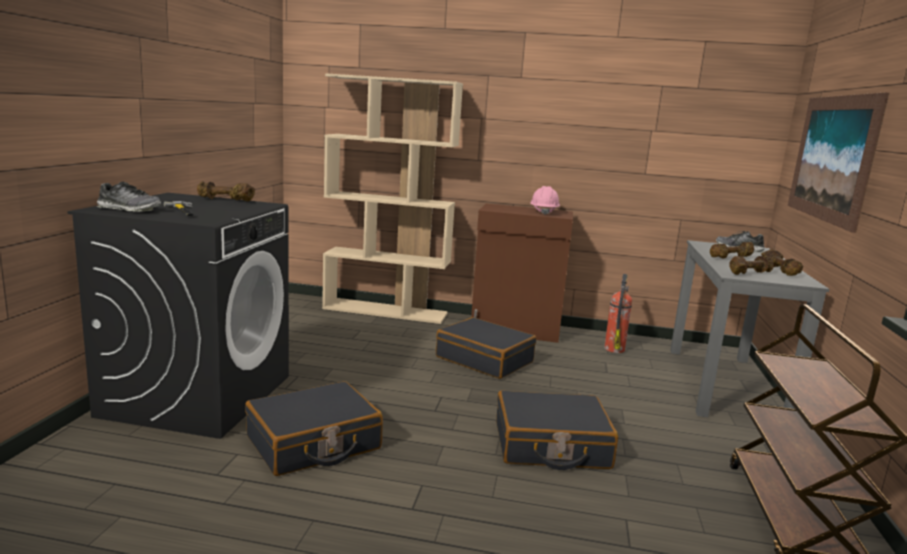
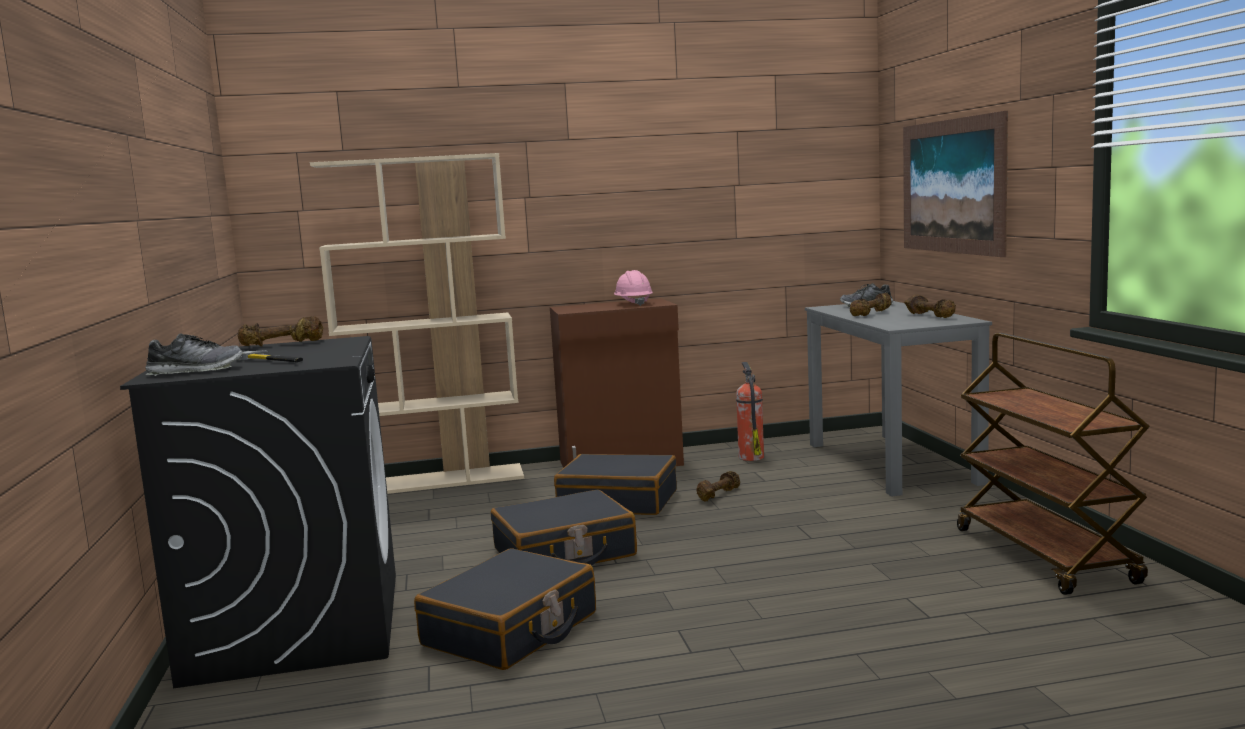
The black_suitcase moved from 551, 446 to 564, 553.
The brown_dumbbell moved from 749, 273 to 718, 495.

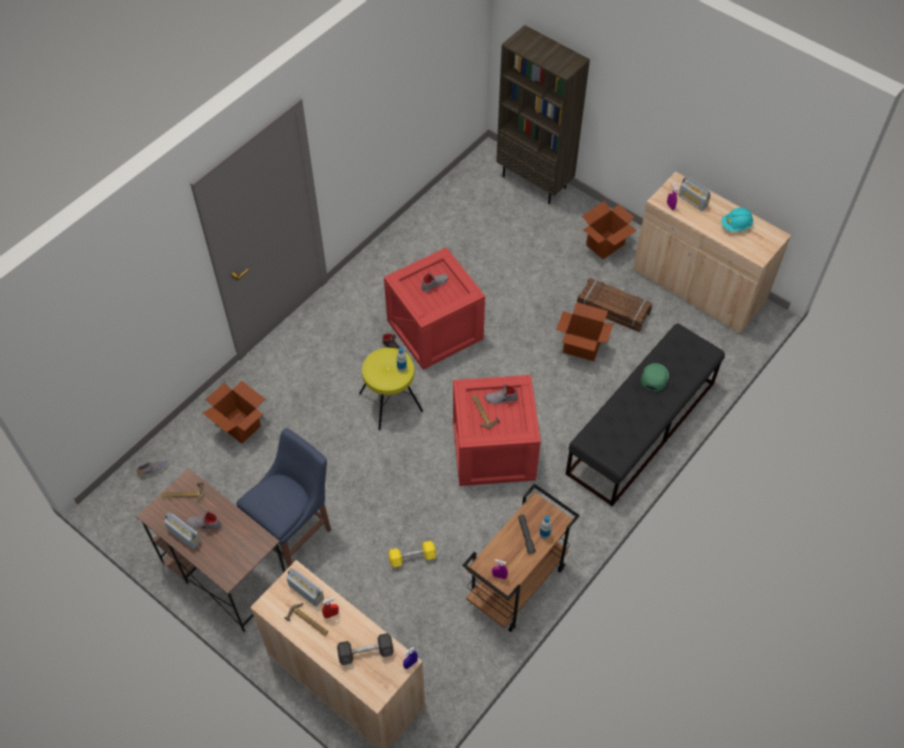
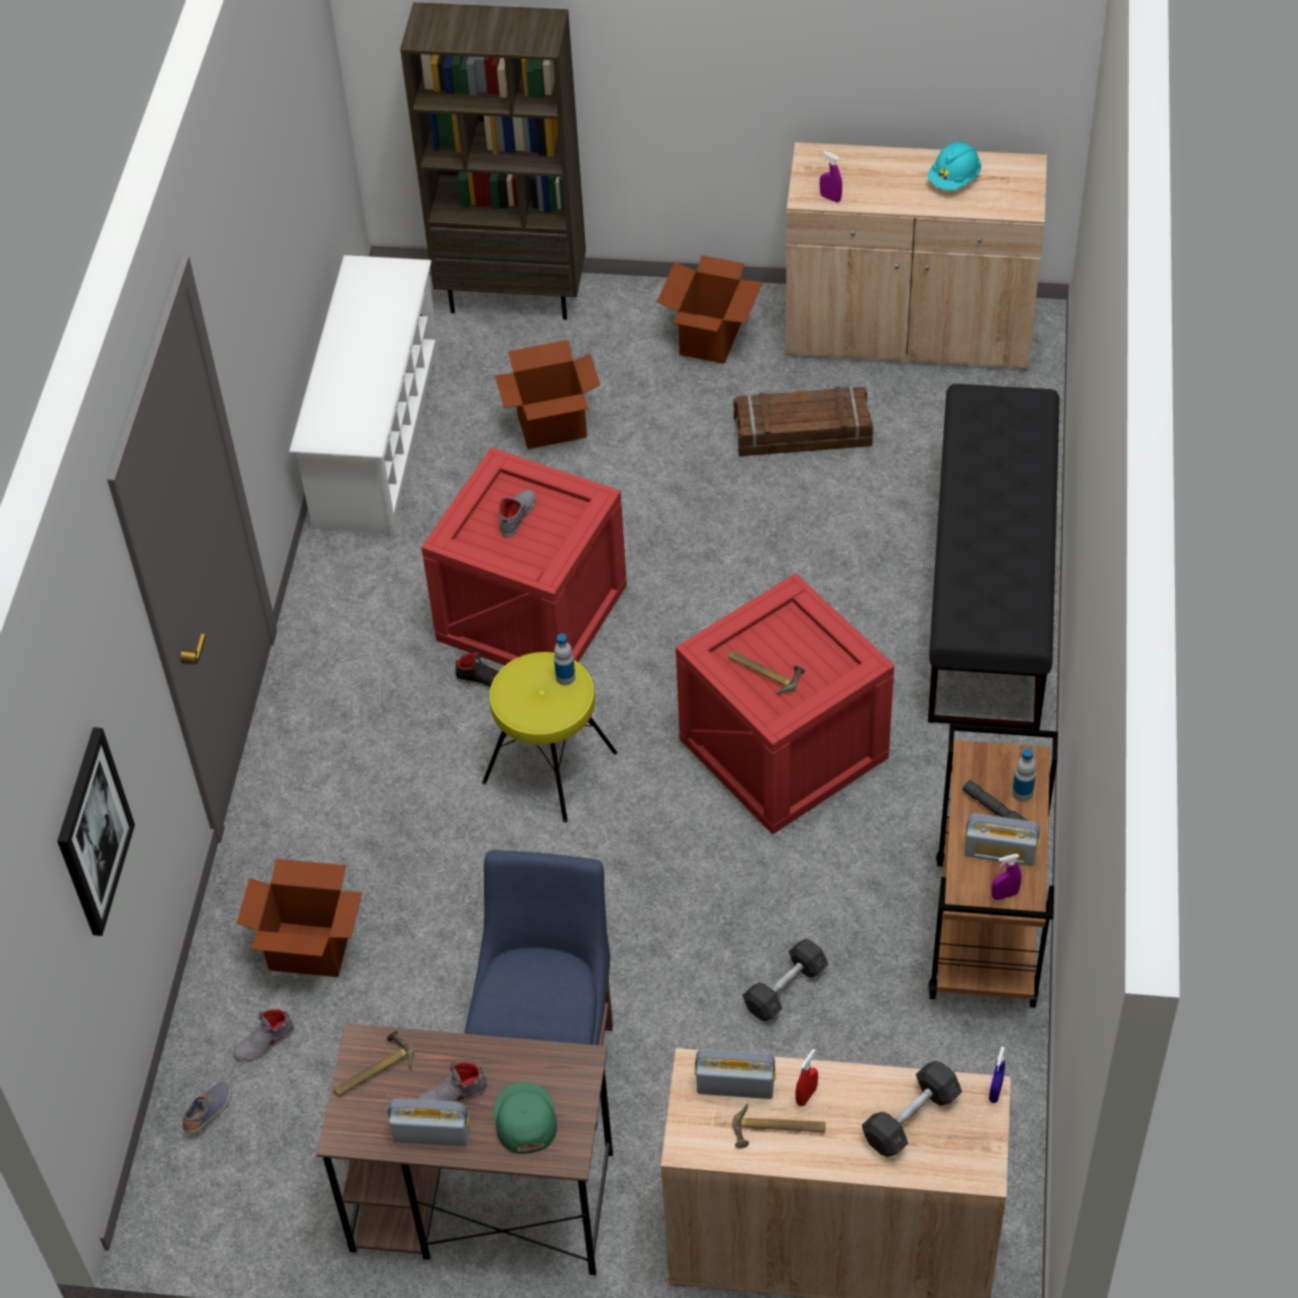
The picture at 92, 832 appeared.
The grey_shoe moved from 501, 399 to 265, 1043.
The white_shoe_rack at 376, 438 appeared.
The green_cap moved from 654, 377 to 524, 1119.
The cardboard_box moved from 581, 347 to 551, 426.
The yellow_dumbbell at 412, 557 became the grey_dumbbell at 785, 988.
The radio moved from 693, 201 to 1000, 852.

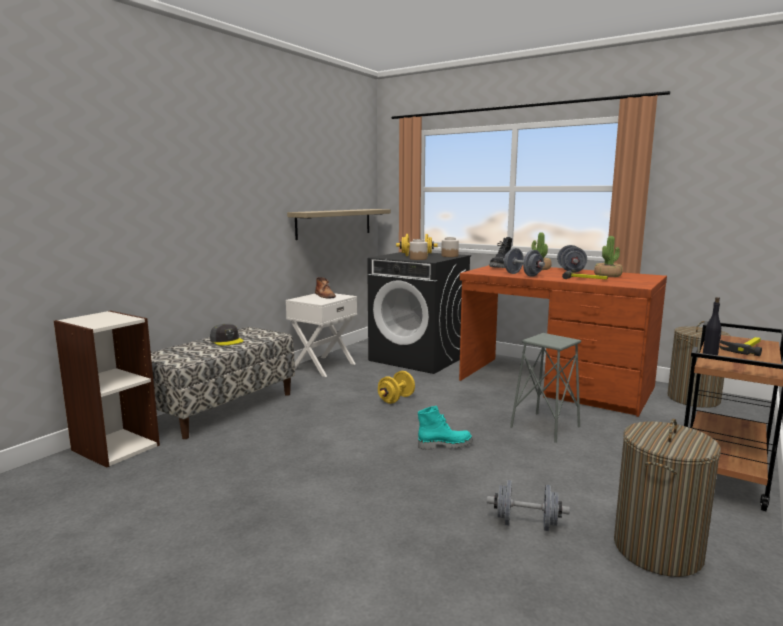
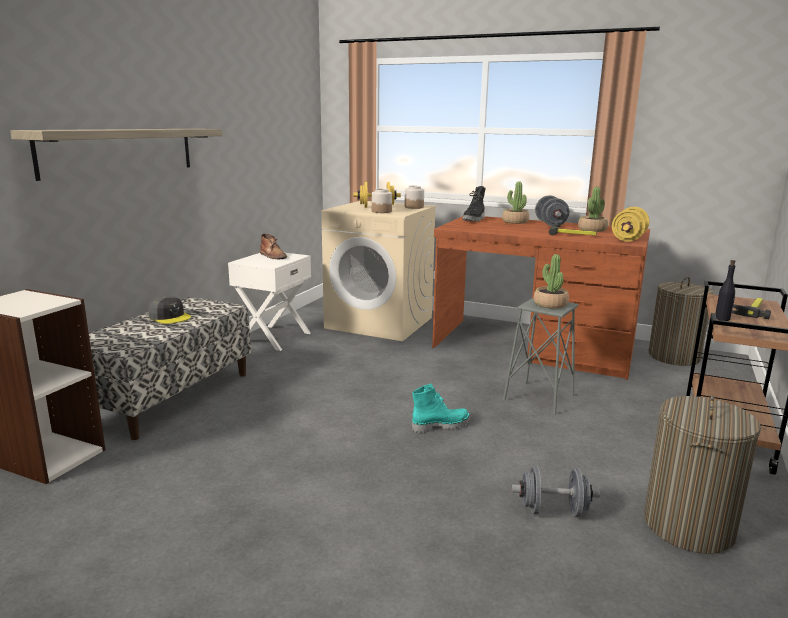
The shelf moved from 334, 223 to 120, 151.
The black_washing_machine at 419, 358 became the beige_washing_machine at 380, 323.
The potted_plant at 550, 304 appeared.
The yellow_dumbbell moved from 396, 399 to 628, 239.
The grey_dumbbell at 522, 275 disappeared.

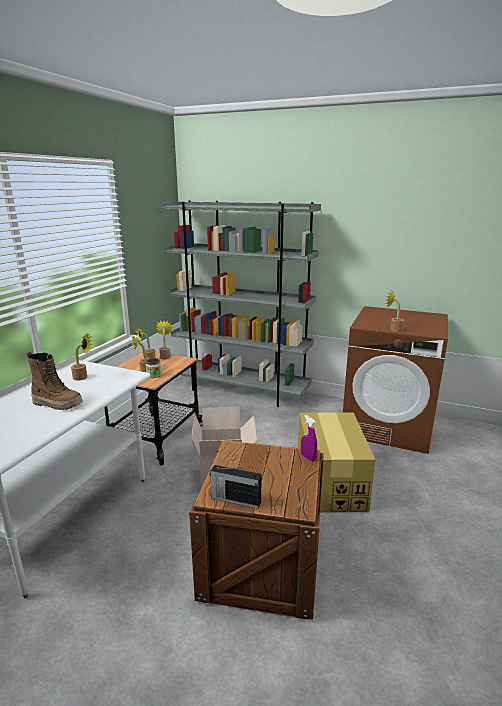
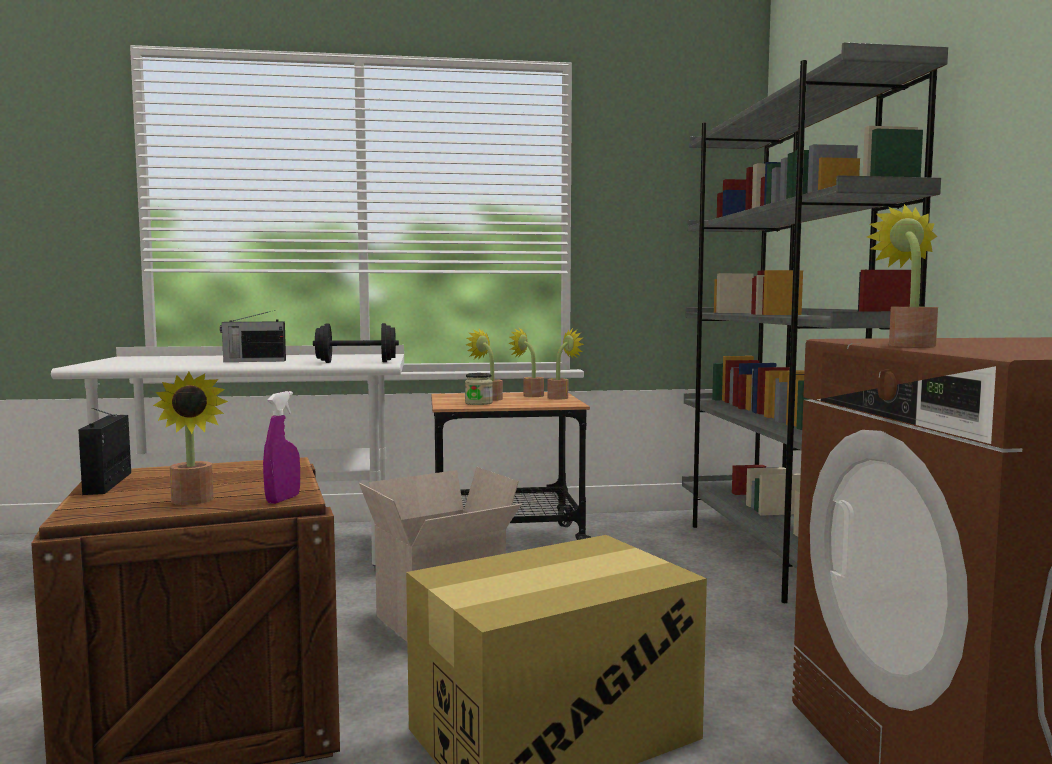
The potted_plant moved from 83, 377 to 193, 502.
The boot at 58, 404 was replaced by the radio at 253, 361.
The black_dumbbell at 356, 362 appeared.

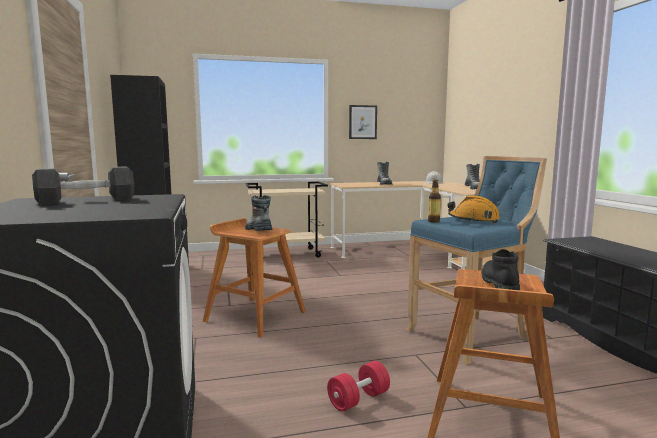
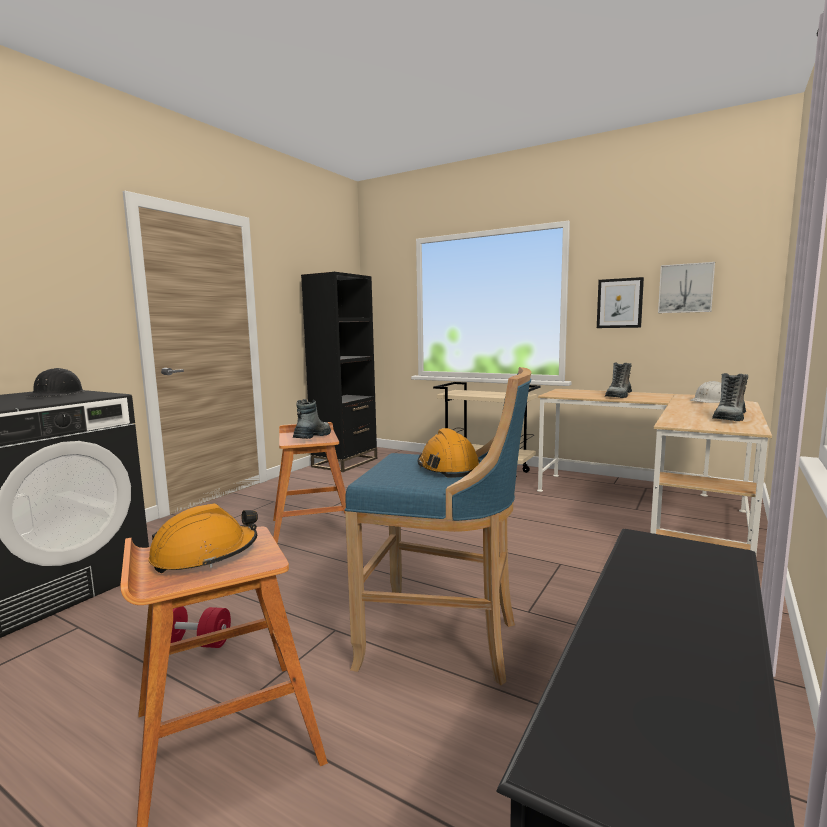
The black_dumbbell at 86, 200 was replaced by the black_hard_hat at 57, 394.
The black_boot at 498, 283 was replaced by the orange_hard_hat at 205, 555.
The picture at 686, 288 appeared.
The bottle at 433, 221 disappeared.

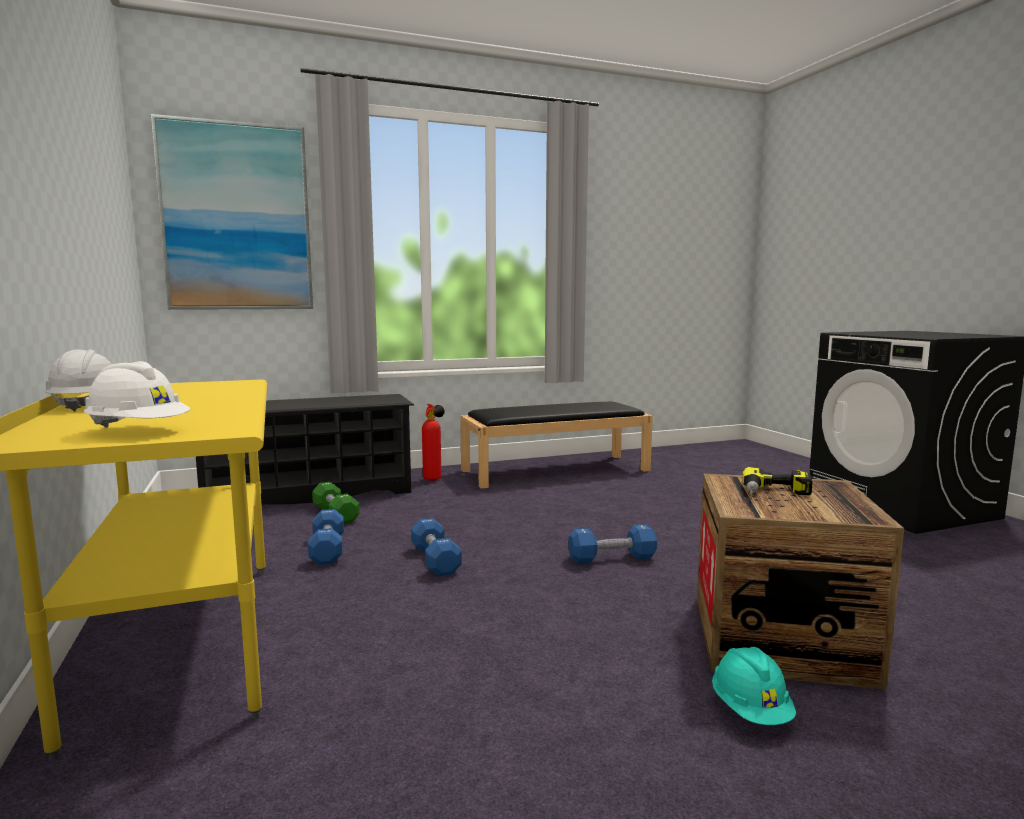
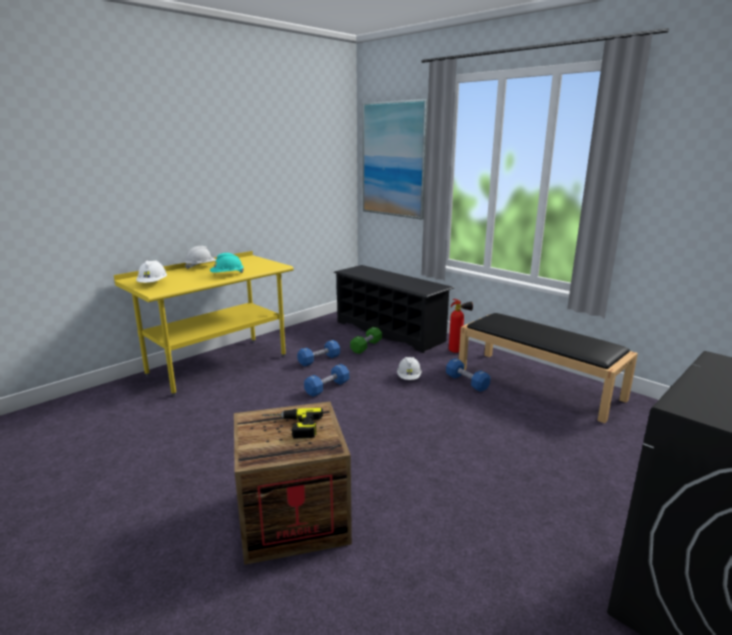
The turquoise_hard_hat moved from 750, 711 to 227, 275.
The white_hard_hat at 409, 378 appeared.
The blue_dumbbell moved from 612, 558 to 467, 382.

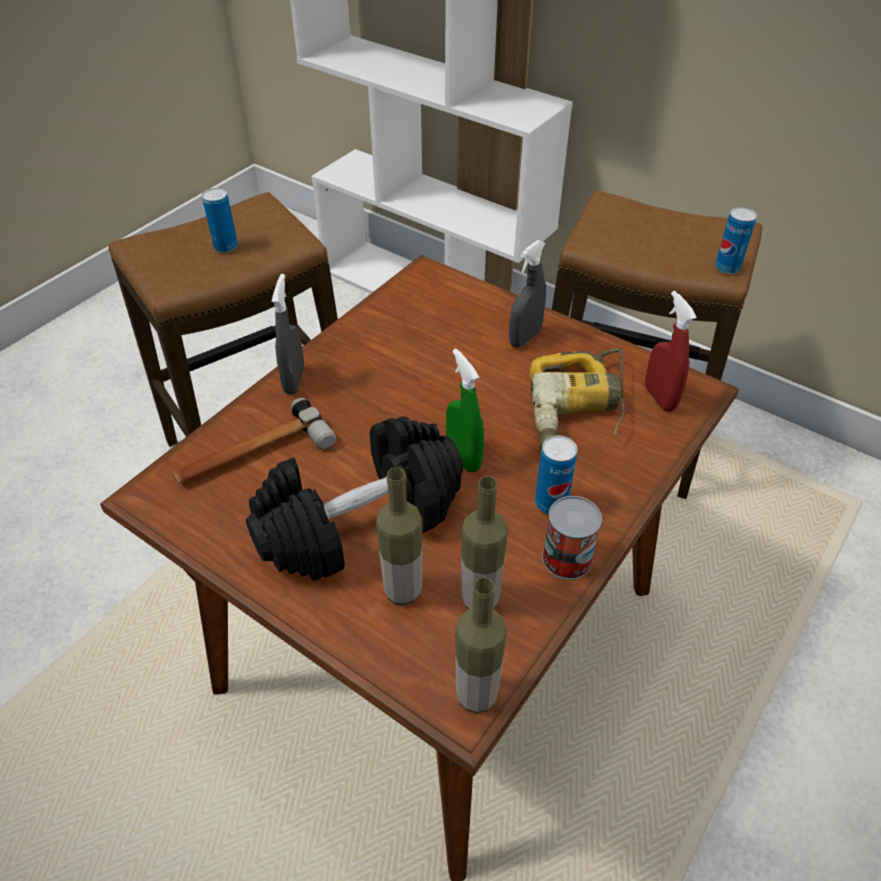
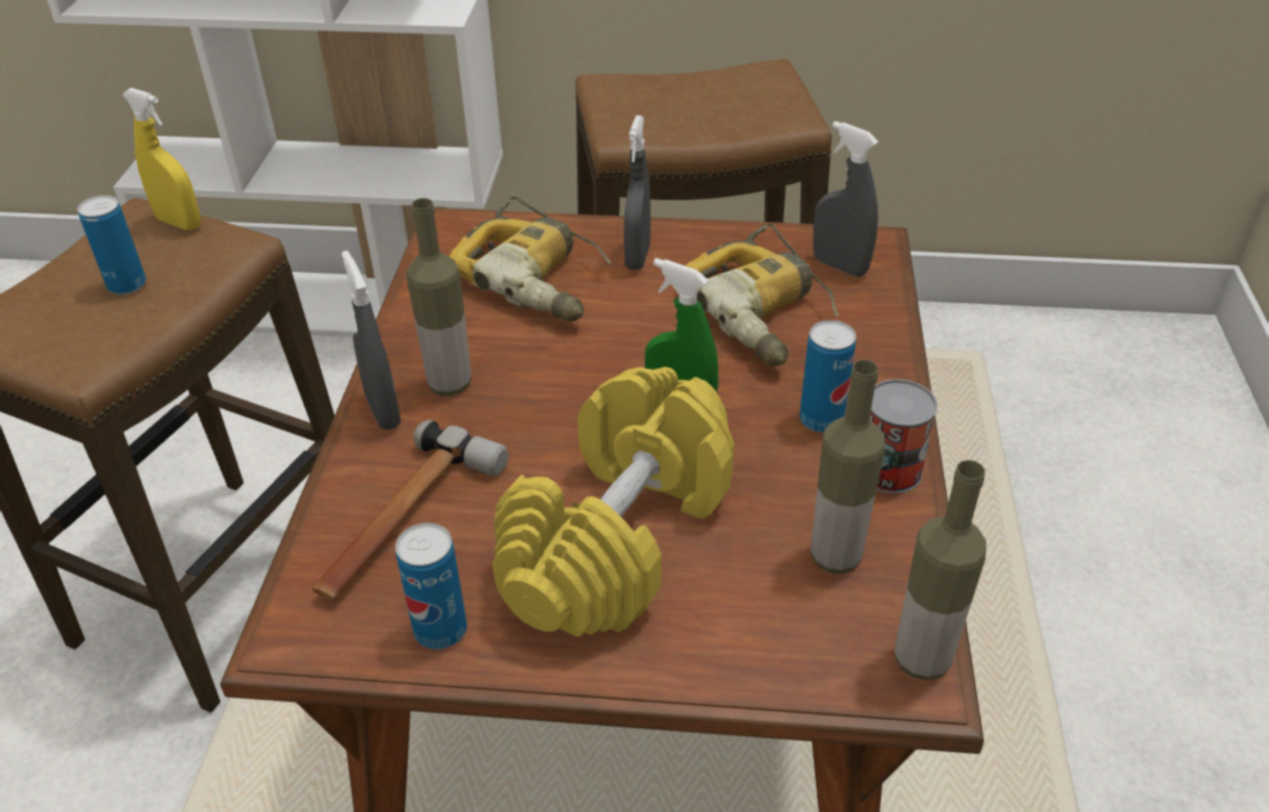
The yellow_spray_bottle at 179, 223 appeared.
The can moved from 727, 268 to 440, 630.
The bottle moved from 403, 591 to 450, 384.
The power_drill at 538, 277 appeared.
The black_dumbbell at 361, 520 became the yellow_dumbbell at 618, 536.
The red_spray_bottle at 659, 398 became the grey_spray_bottle at 839, 266.

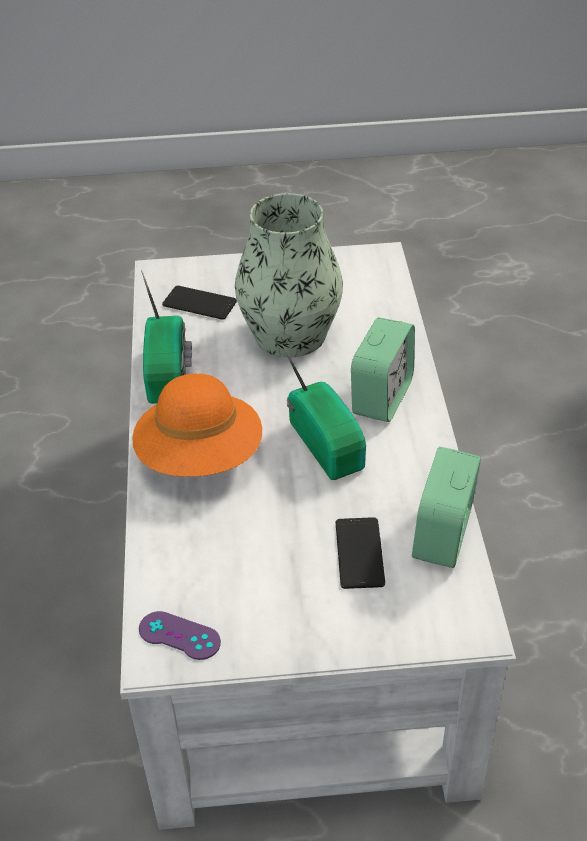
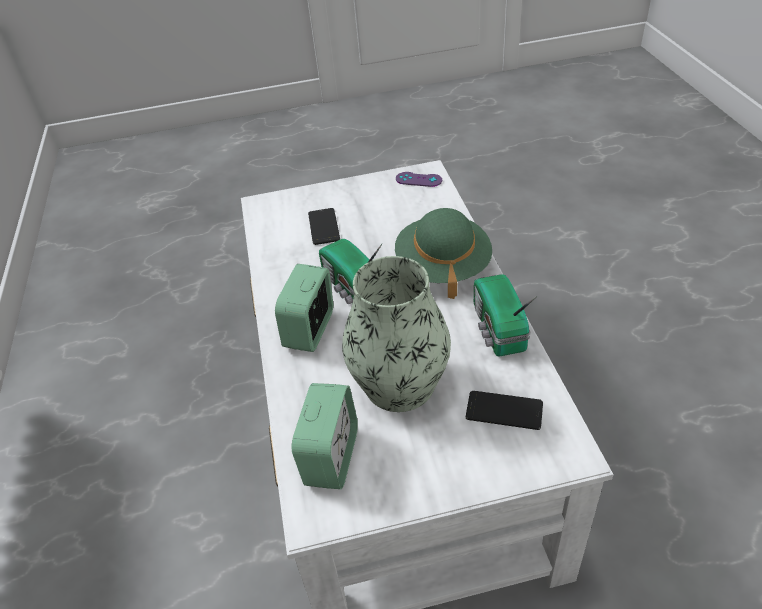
The alarm_clock moved from 443, 535 to 331, 457.
The orange_hat at 200, 457 became the green_hat at 443, 266.

